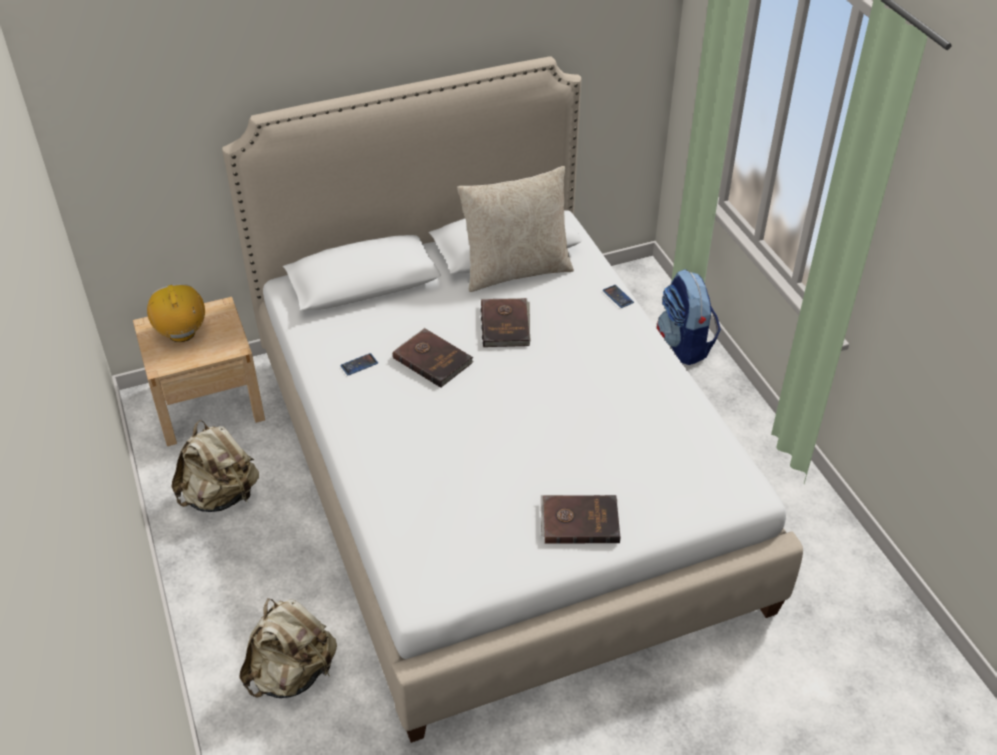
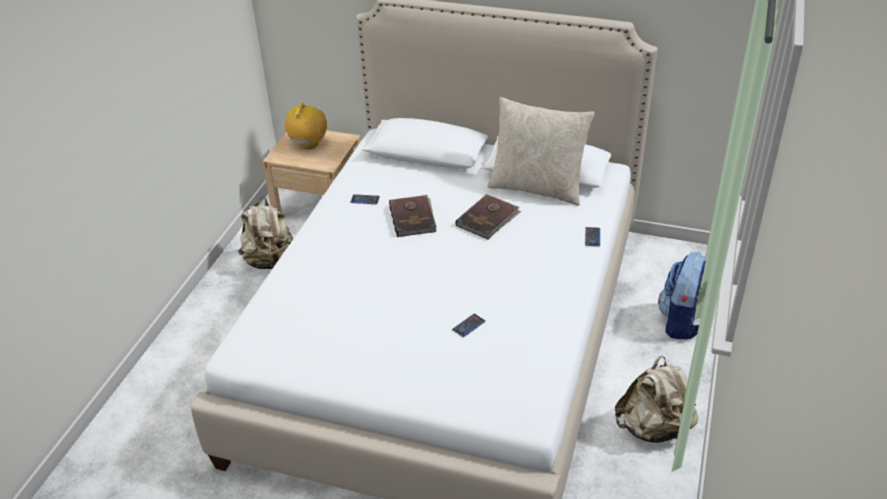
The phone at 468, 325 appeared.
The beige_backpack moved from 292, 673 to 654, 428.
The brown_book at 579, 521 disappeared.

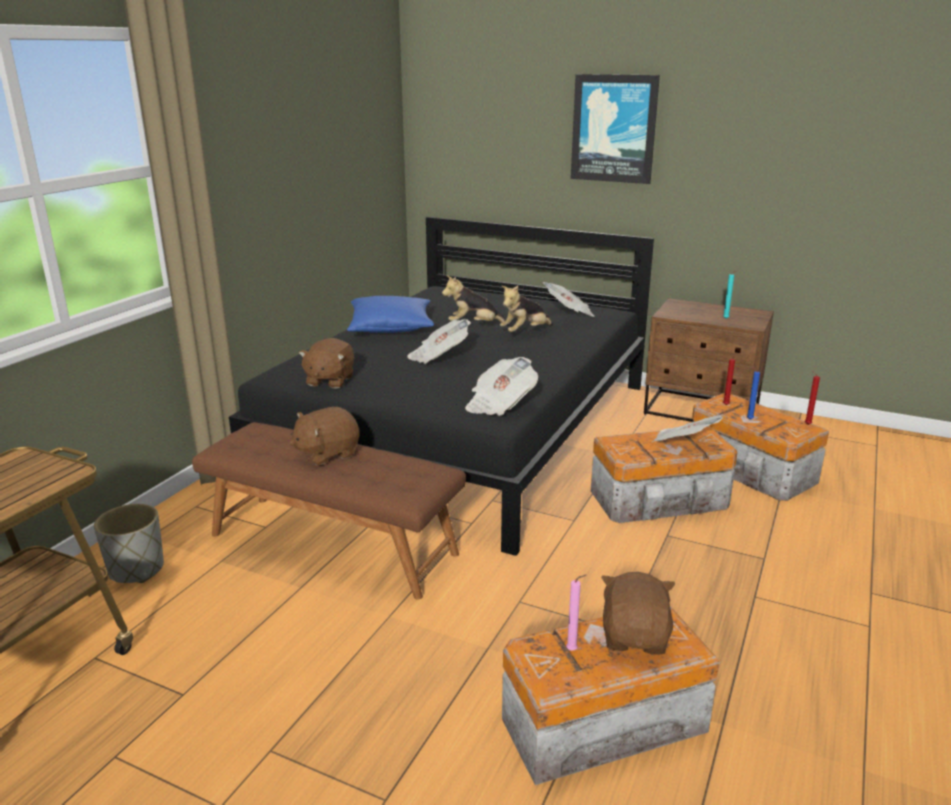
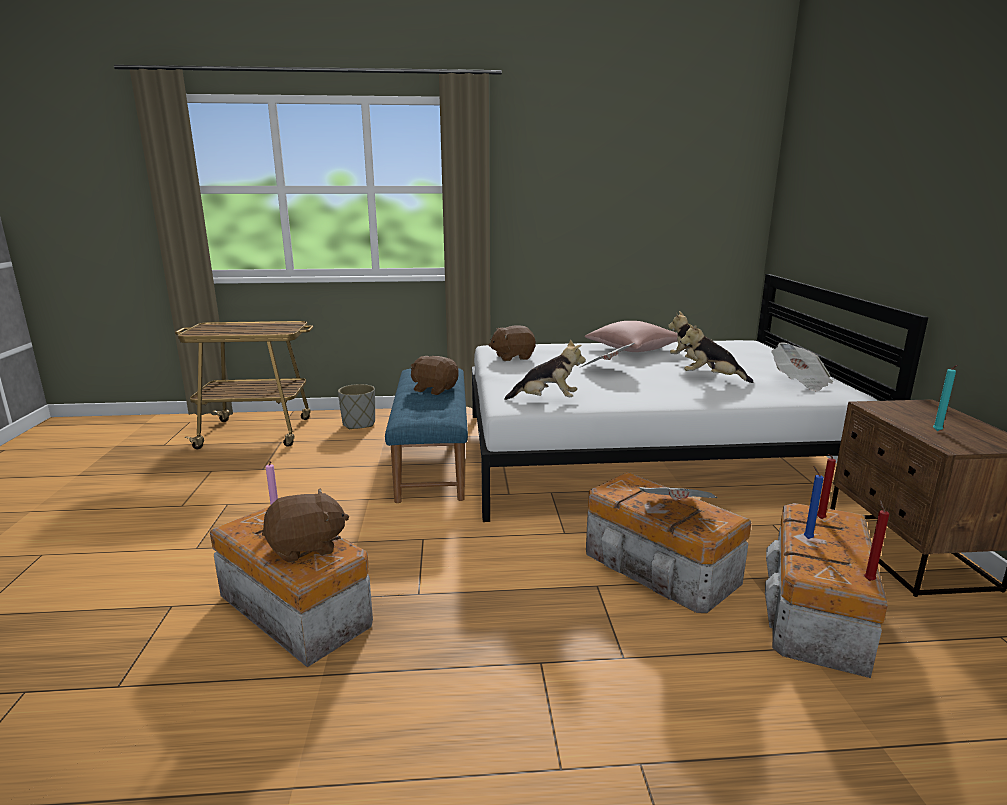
The brown_bench at 334, 543 became the blue_bench at 433, 459.
The black_bed at 464, 428 became the white_bed at 646, 453.
The newspaper at 499, 404 was replaced by the plush_toy at 546, 400.
The blue_pillow at 391, 328 became the pink_pillow at 634, 349.
The picture at 614, 129 disappeared.

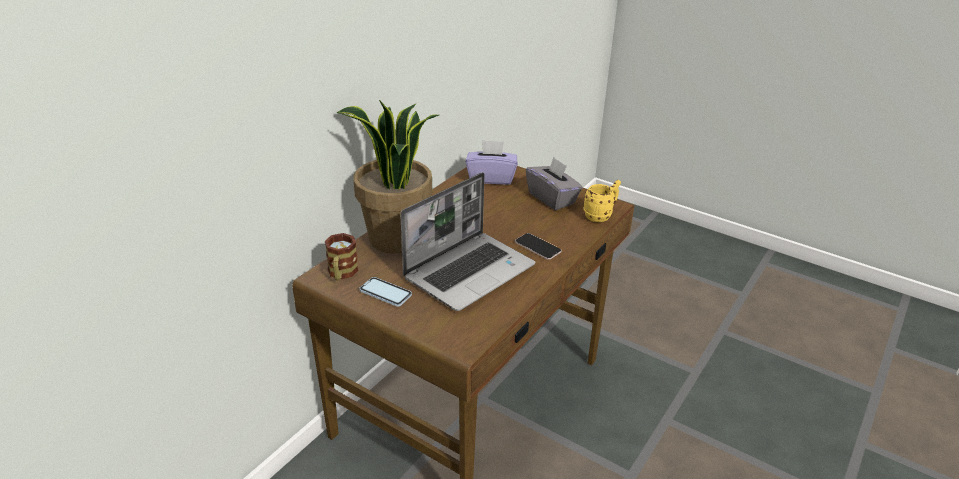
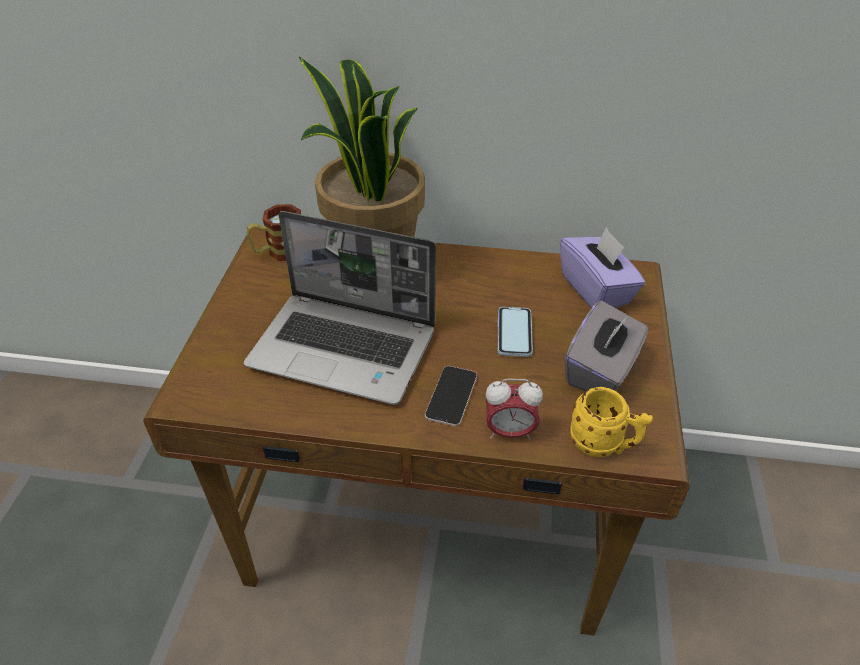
The alarm_clock at 509, 432 appeared.
The phone moved from 385, 293 to 514, 333.

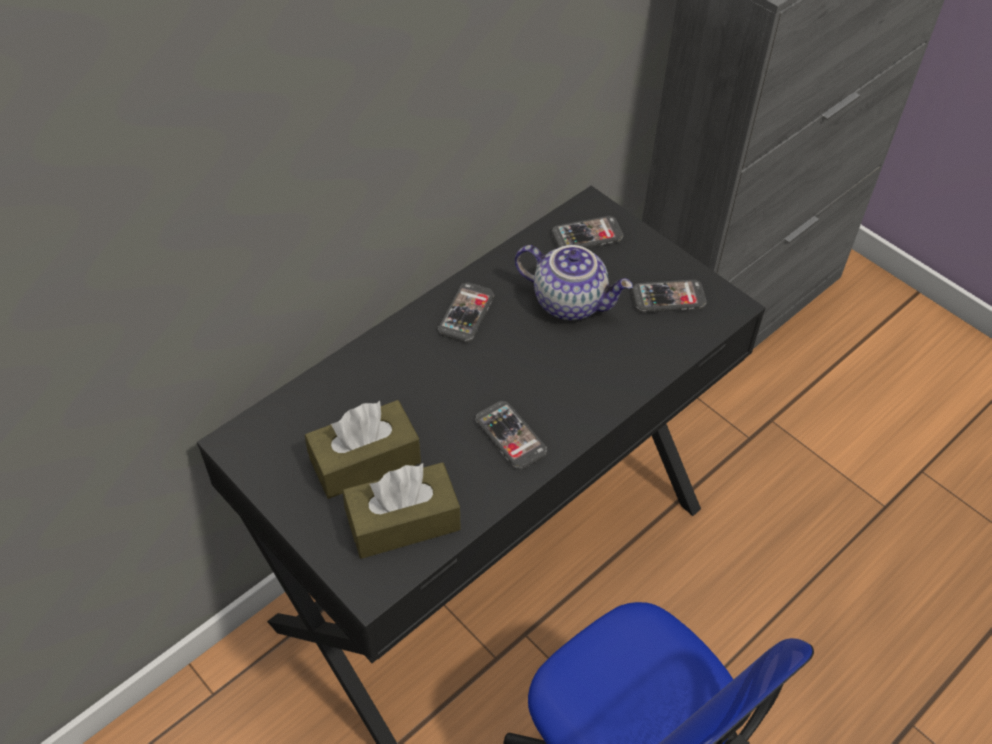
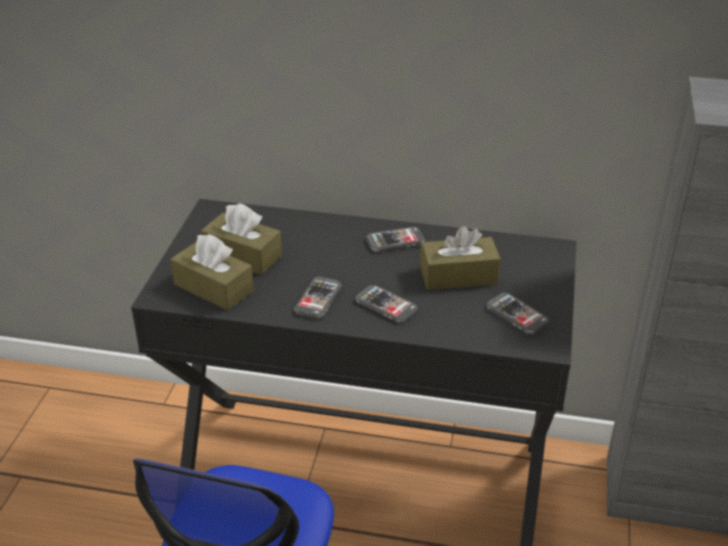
The phone moved from 587, 236 to 386, 305.
The teapot at 571, 301 was replaced by the brown_tissue_box at 458, 276.

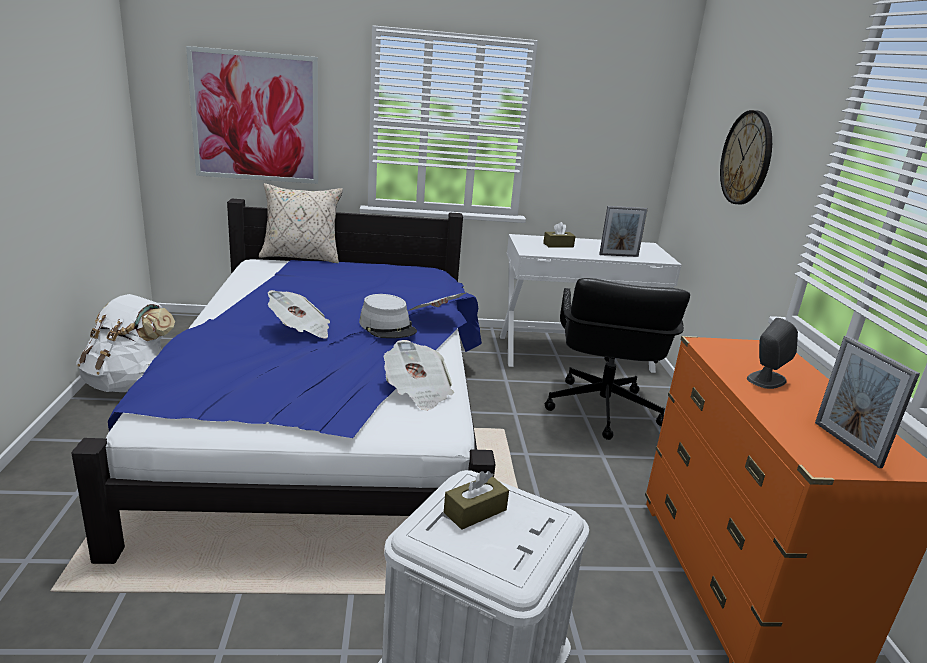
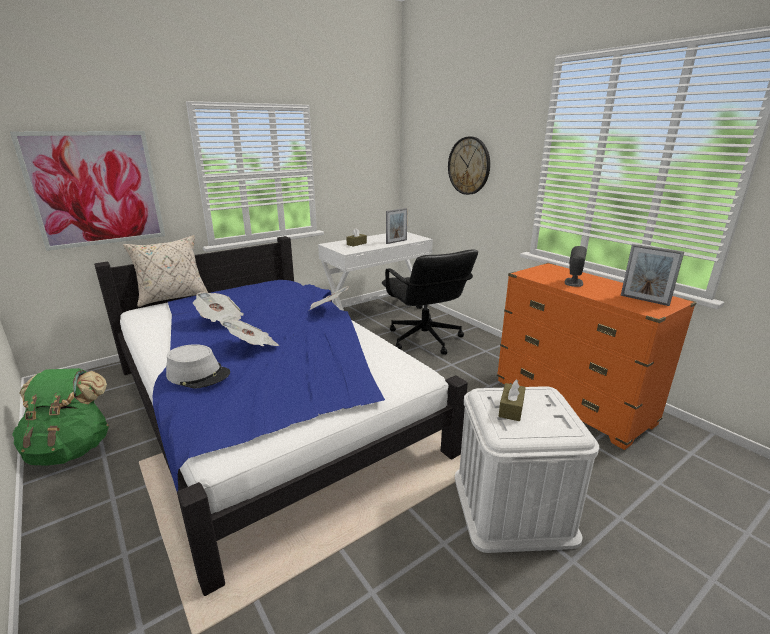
The white_backpack at 130, 383 became the green_backpack at 71, 449.
The grey_hat moved from 388, 327 to 198, 374.
The newspaper moved from 417, 392 to 221, 320.

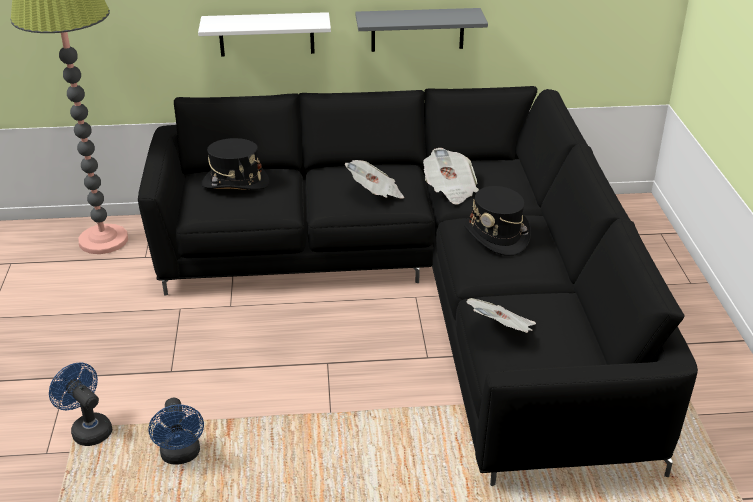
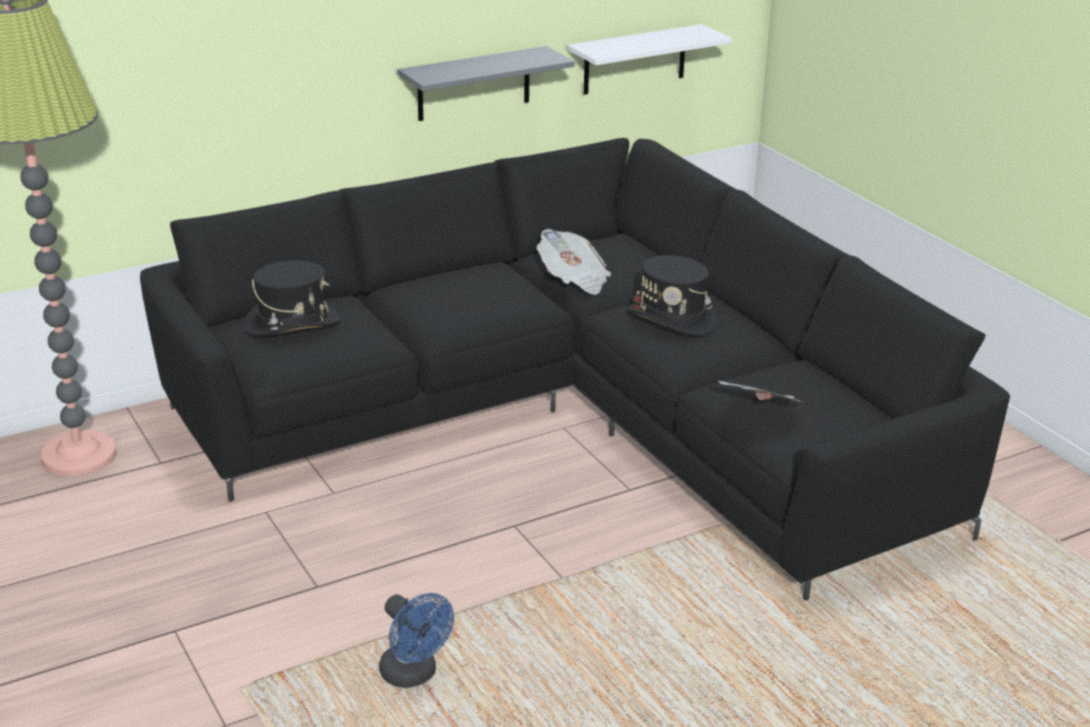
The white_shelf moved from 266, 34 to 634, 59.
The blue_fan at 88, 429 disappeared.
The newspaper at 375, 193 disappeared.

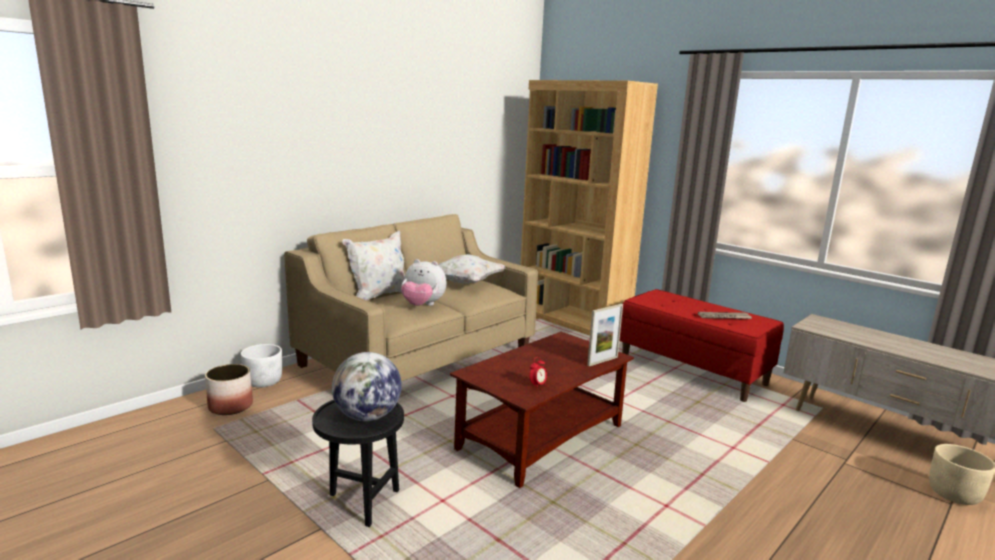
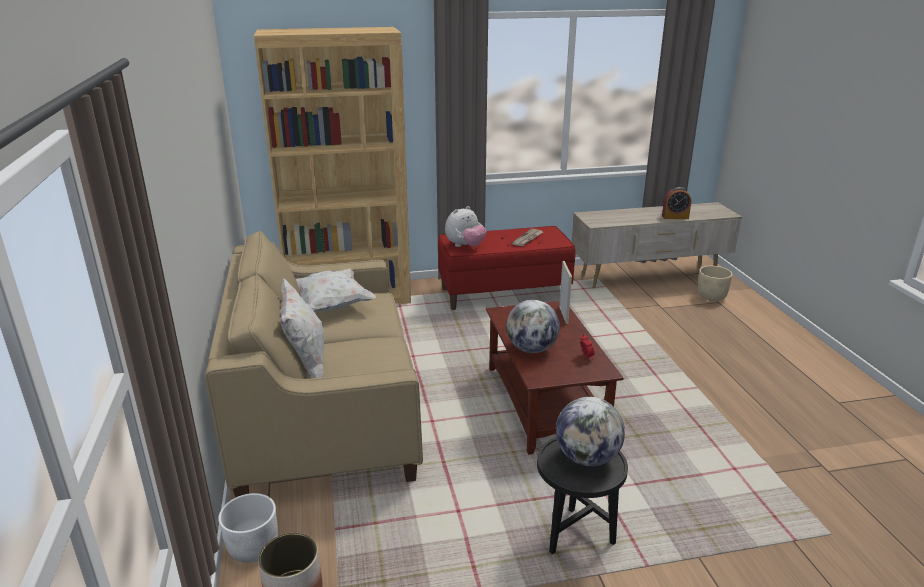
The plush_toy moved from 422, 306 to 465, 246.
The globe at 531, 349 appeared.
The alarm_clock at 675, 217 appeared.

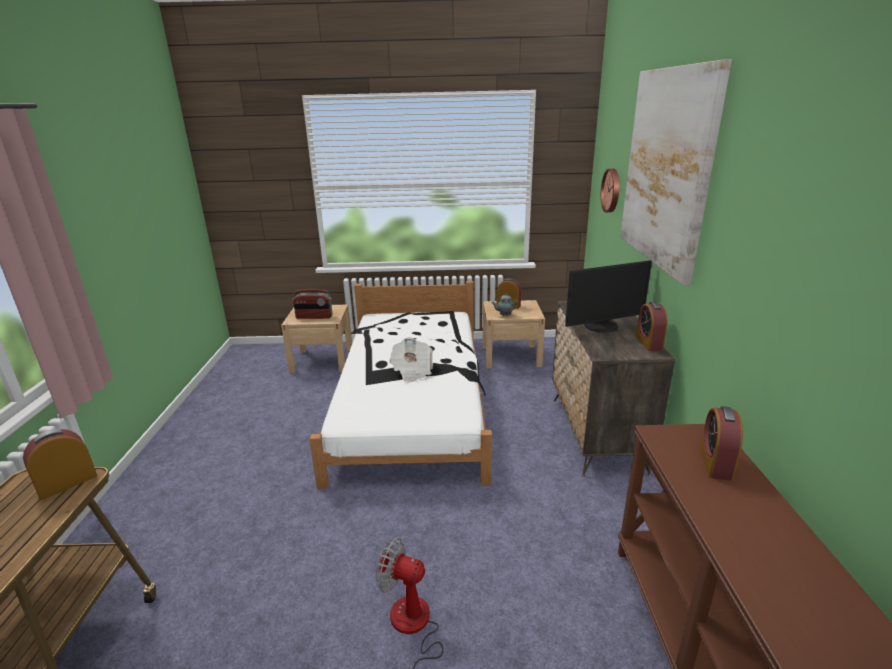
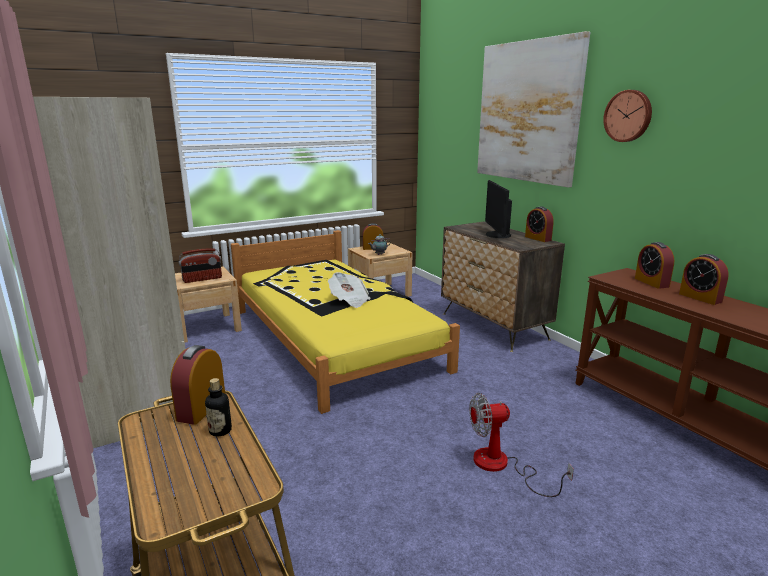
The beige_wardrobe at 136, 394 appeared.
The bottle at 220, 430 appeared.
The white_bed at 412, 402 became the yellow_bed at 333, 338.
The monitor at 602, 326 turned 135 degrees clockwise.
The wall_clock moved from 612, 190 to 628, 116.
The alarm_clock at 700, 298 appeared.

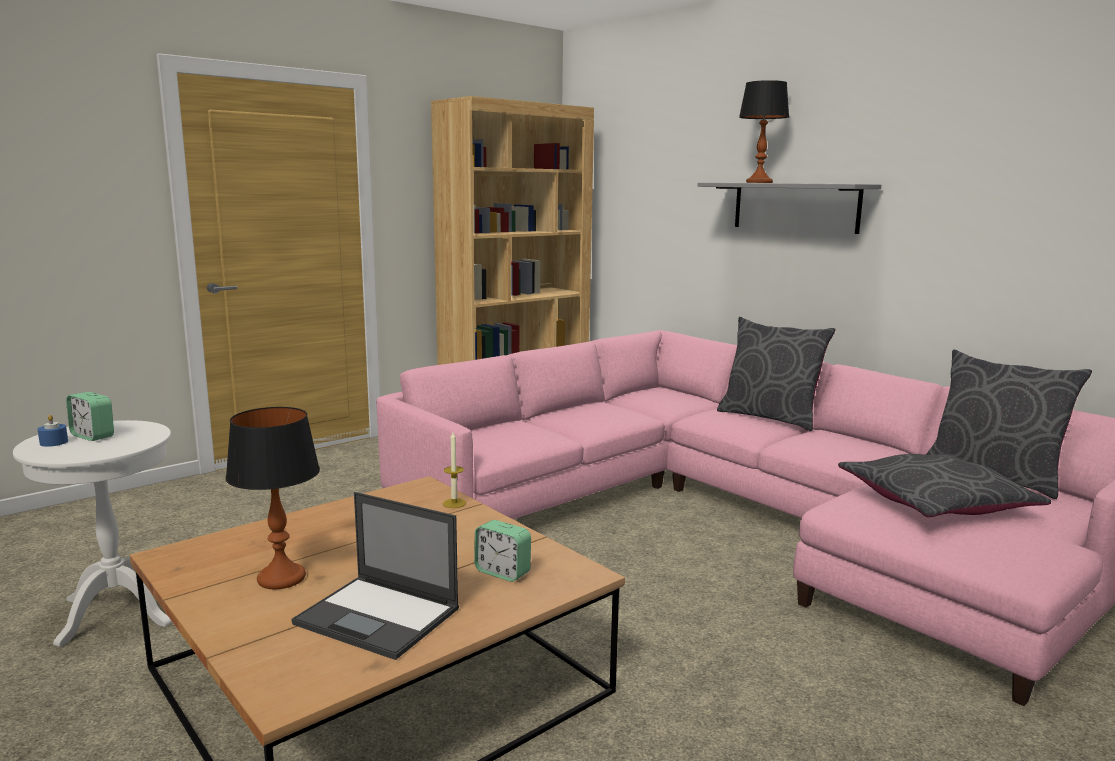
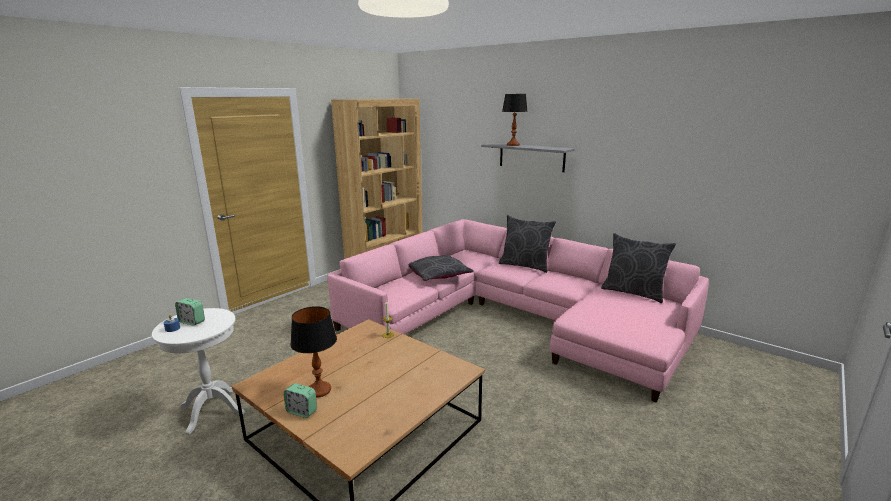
The alarm_clock moved from 502, 572 to 301, 411.
The grey_pillow moved from 935, 502 to 438, 274.
The laptop at 379, 616 disappeared.

